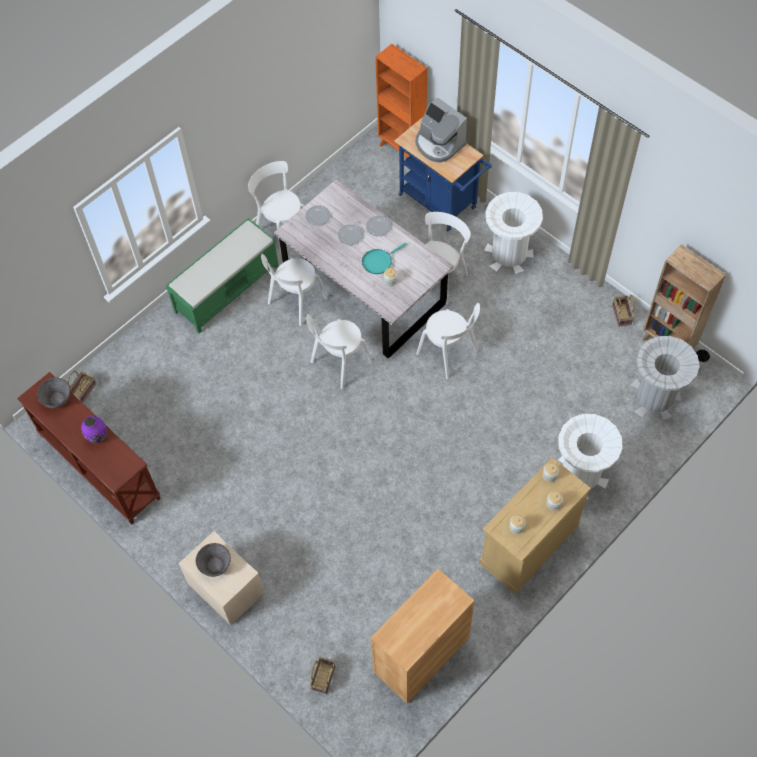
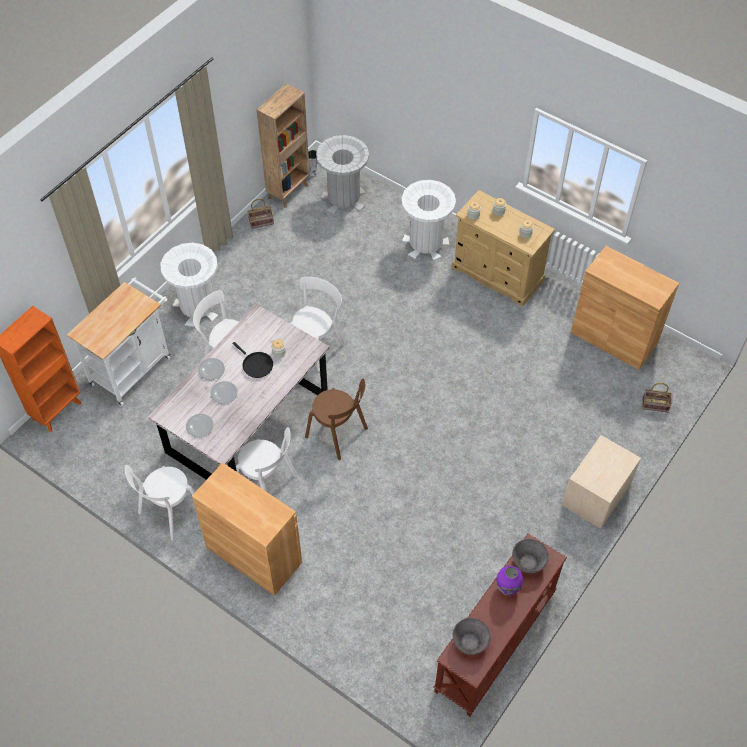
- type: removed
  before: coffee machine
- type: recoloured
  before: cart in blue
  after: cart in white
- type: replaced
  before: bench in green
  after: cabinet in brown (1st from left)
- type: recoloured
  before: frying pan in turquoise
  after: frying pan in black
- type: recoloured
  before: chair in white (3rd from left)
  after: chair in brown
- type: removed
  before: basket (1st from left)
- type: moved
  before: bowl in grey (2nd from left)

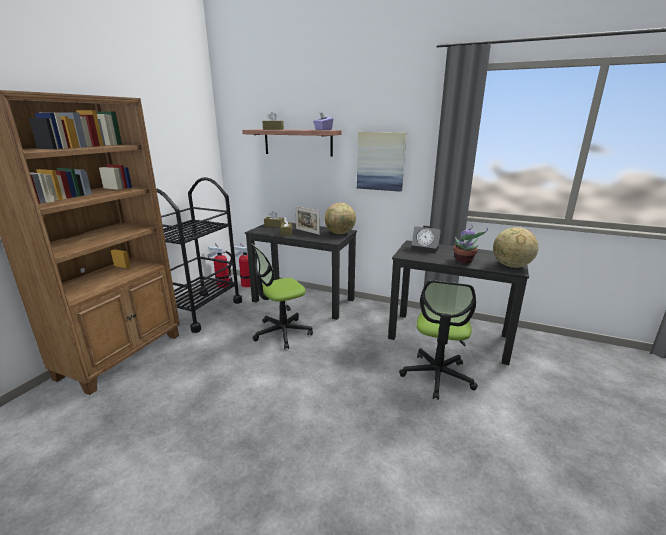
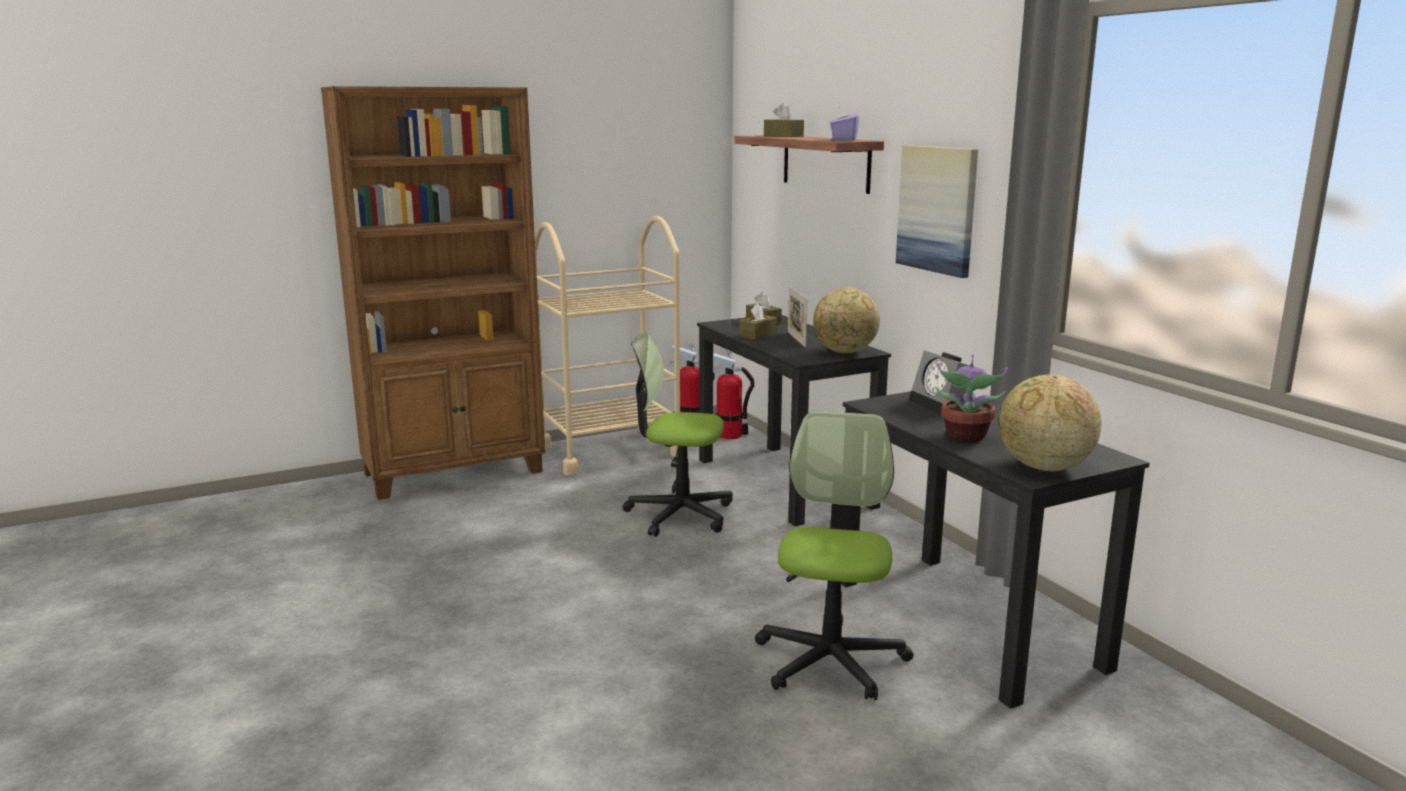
- type: recoloured
  before: cart in black
  after: cart in beige
- type: turned
  before: office chair (2nd from left)
  turn: 135

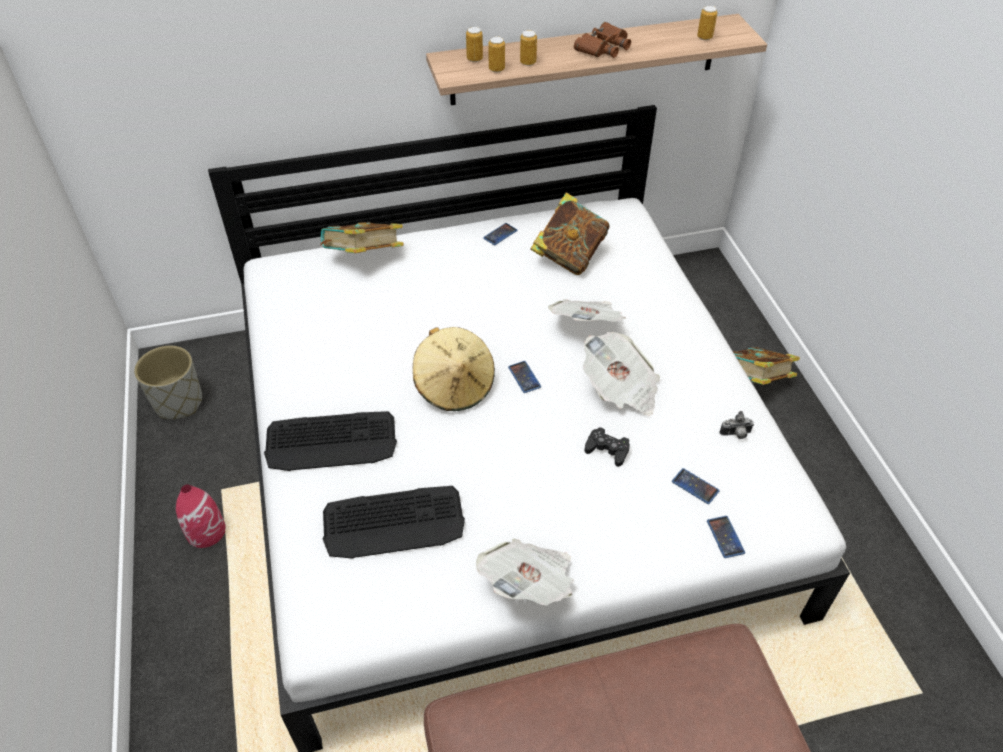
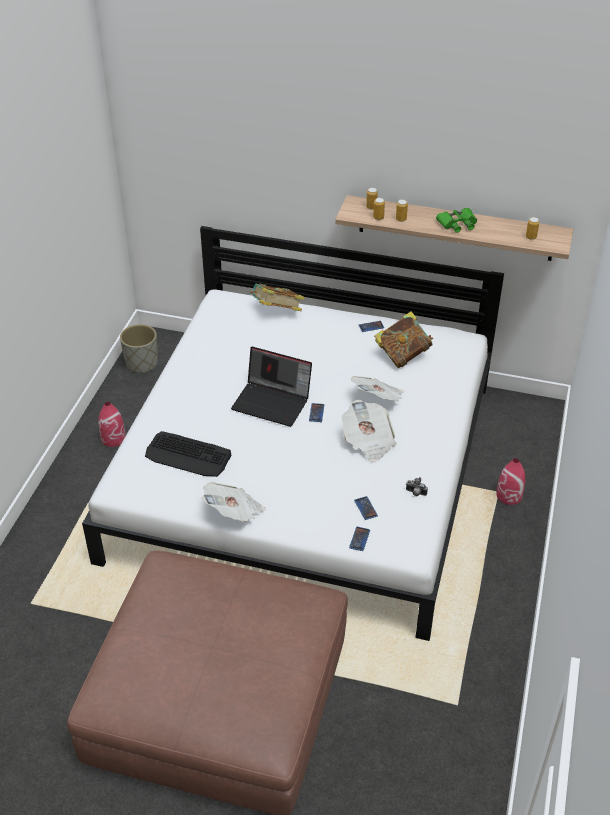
- type: recoloured
  before: binoculars in brown
  after: binoculars in green
- type: replaced
  before: hat in beige
  after: laptop
- type: replaced
  before: book (3rd from left)
  after: vase in red (2nd from left)
- type: removed
  before: keyboard (1st from left)
- type: removed
  before: game controller in black

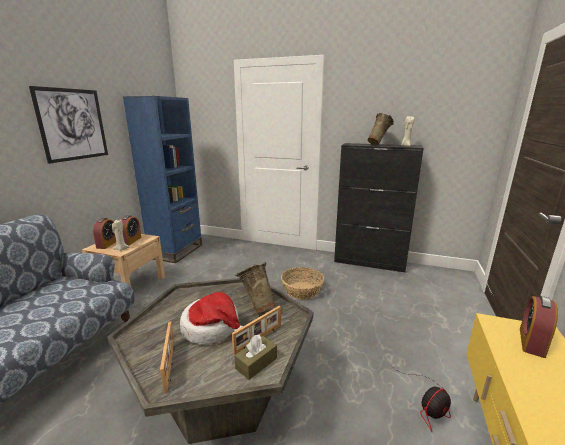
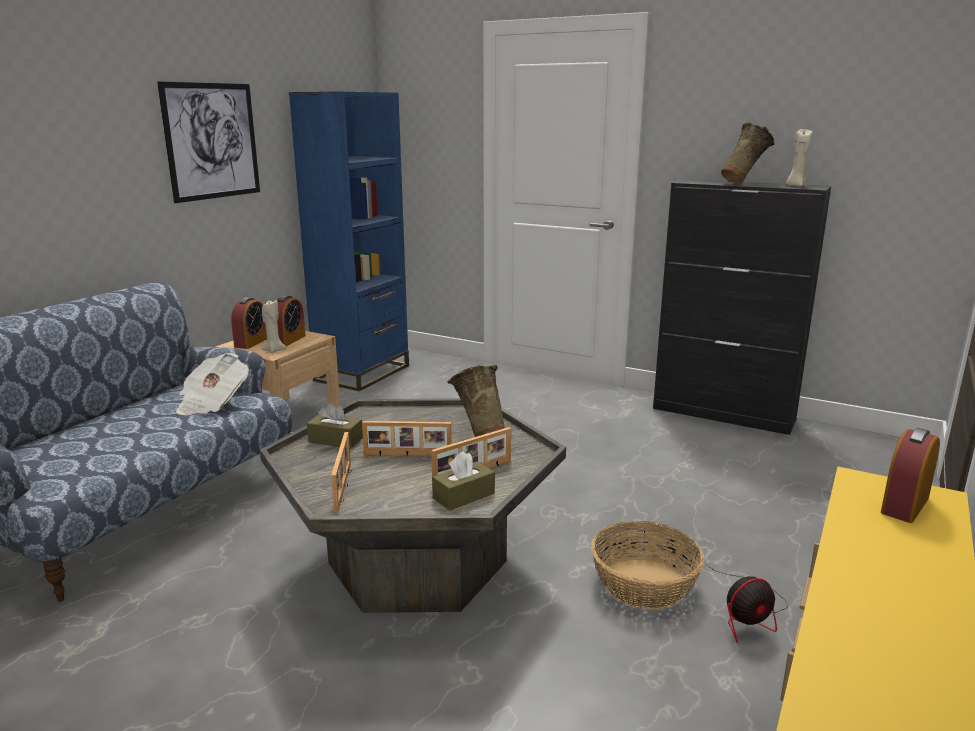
- type: moved
  before: basket
- type: replaced
  before: hat
  after: picture frame (2nd from left)
- type: added
  after: newspaper
- type: added
  after: tissue box in brown (1st from left)

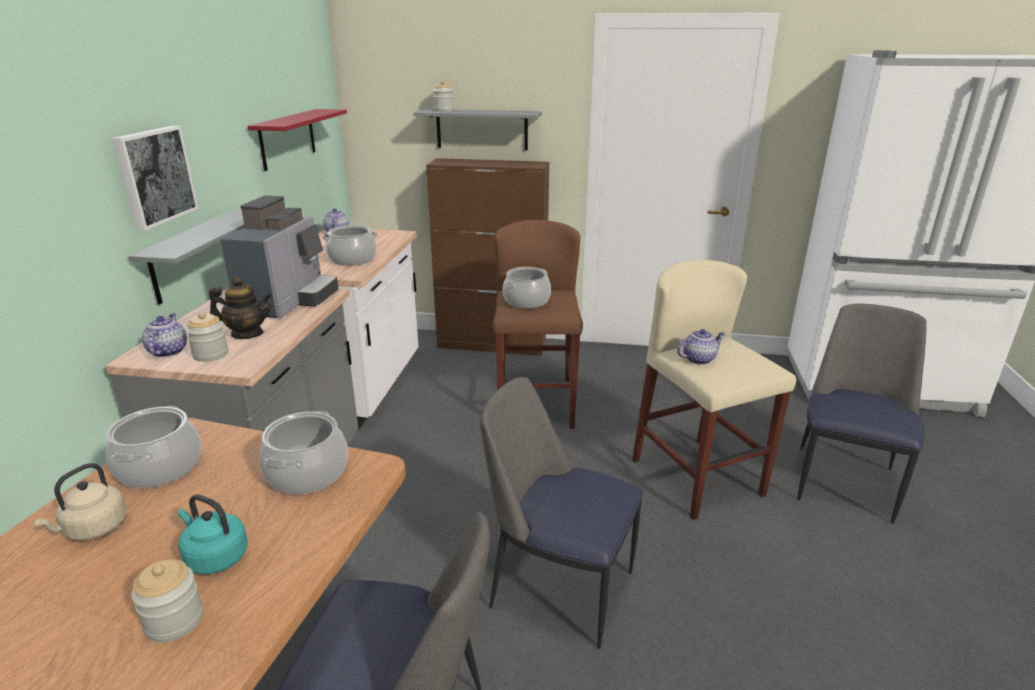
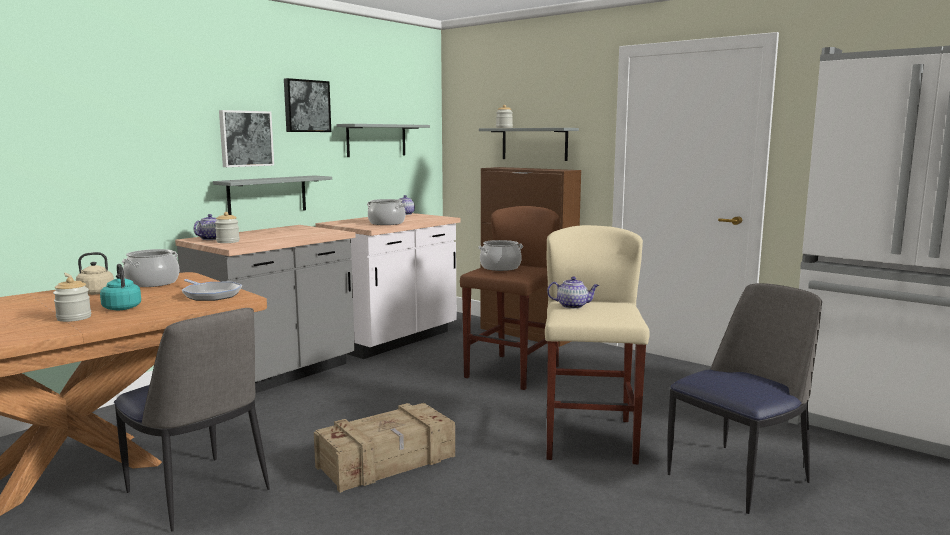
- type: recoloured
  before: shelf in red
  after: shelf in grey (2nd from left)
- type: removed
  before: coffee machine
- type: removed
  before: teapot (2nd from left)
- type: replaced
  before: chair (2nd from left)
  after: crate
- type: replaced
  before: cooking pot (2nd from left)
  after: frying pan
- type: added
  after: picture (2nd from left)

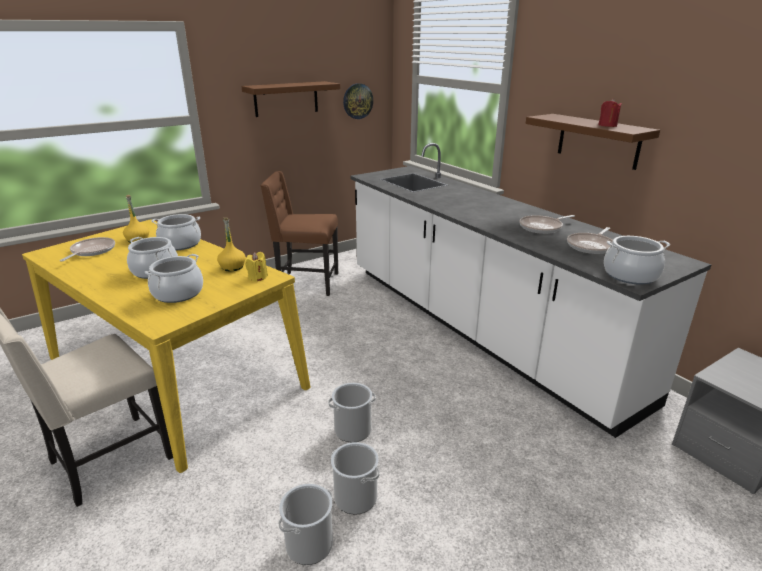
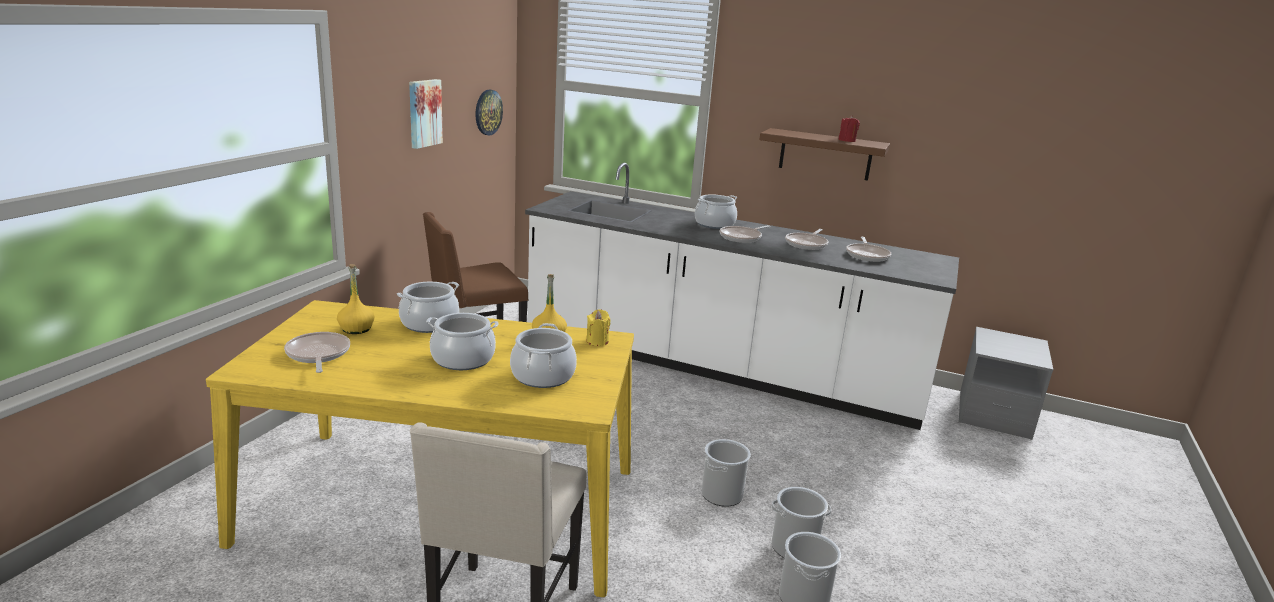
- type: replaced
  before: shelf in brown (1st from left)
  after: picture
- type: moved
  before: cooking pot (4th from left)
- type: added
  after: frying pan (2nd from left)

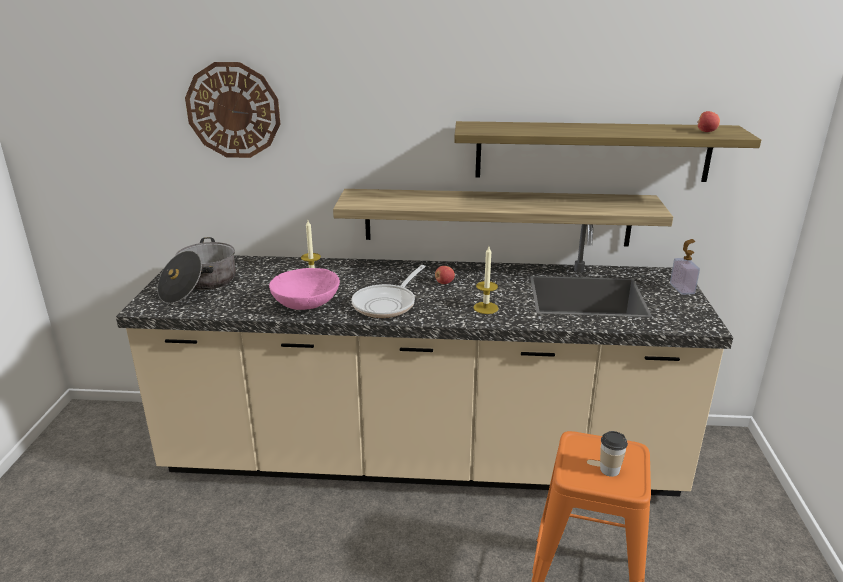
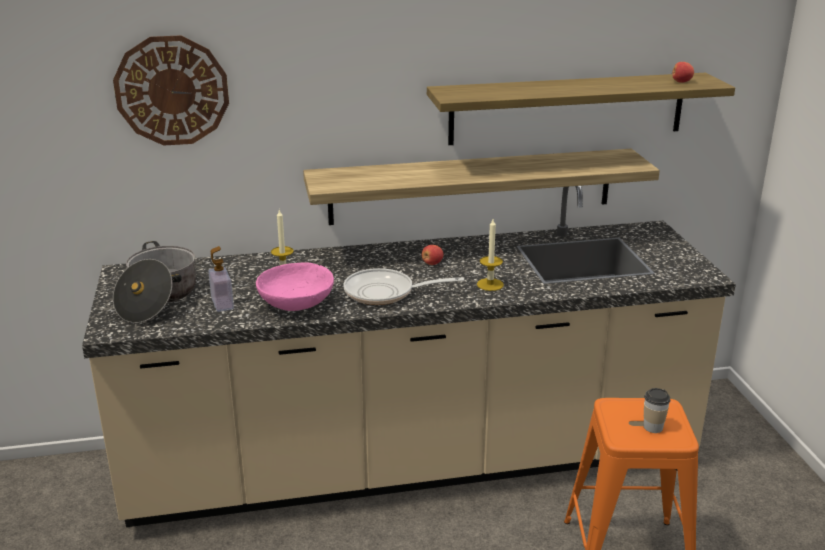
- type: moved
  before: soap dispenser
- type: turned
  before: frying pan
  turn: 75

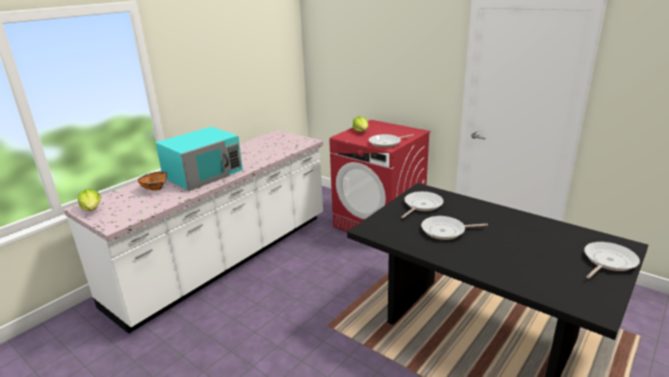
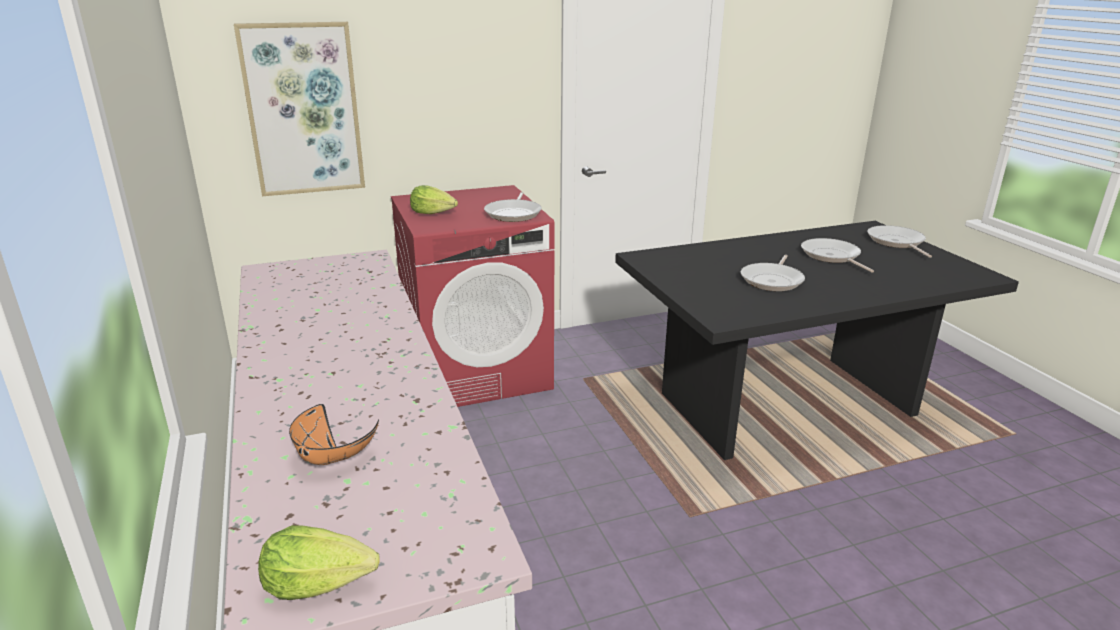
- type: removed
  before: microwave in turquoise
- type: moved
  before: frying pan (2nd from left in the first image)
  after: frying pan (3rd from left)
- type: added
  after: picture

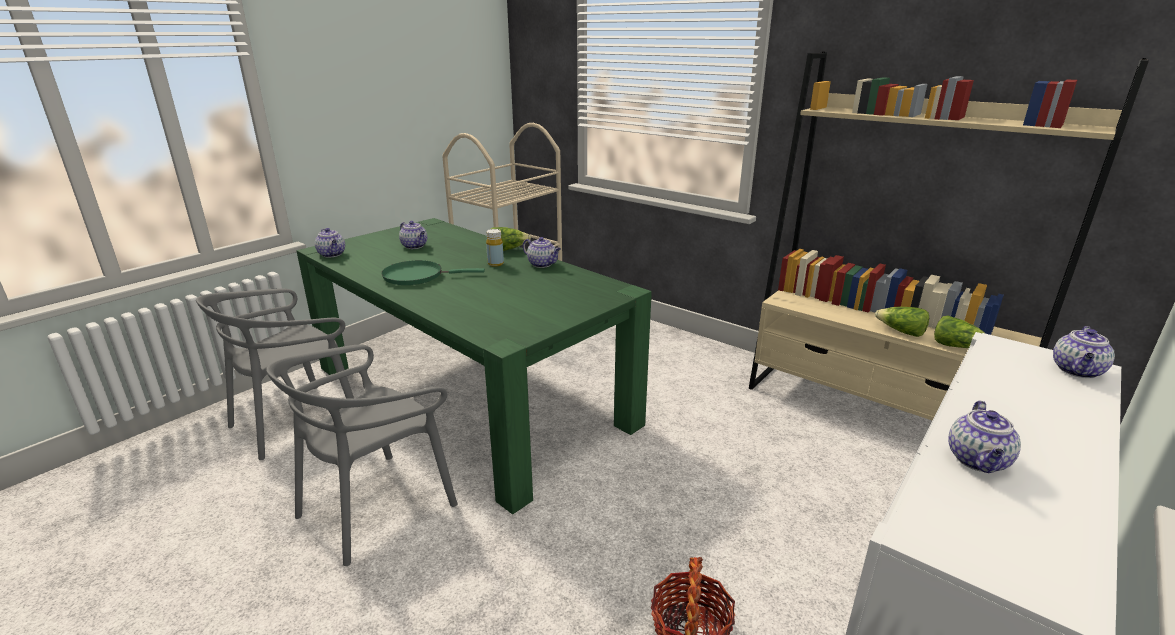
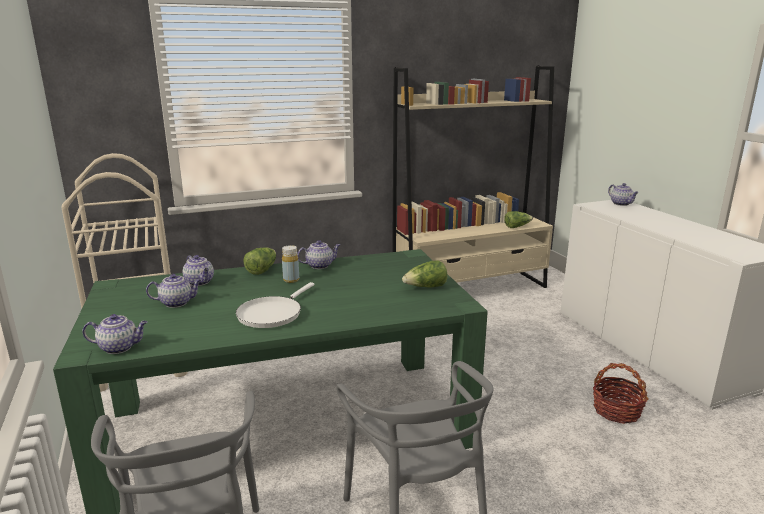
- type: recoloured
  before: frying pan in green
  after: frying pan in white
- type: moved
  before: lettuce (2nd from left)
- type: moved
  before: teapot (4th from left in the first image)
  after: teapot (3rd from left)

